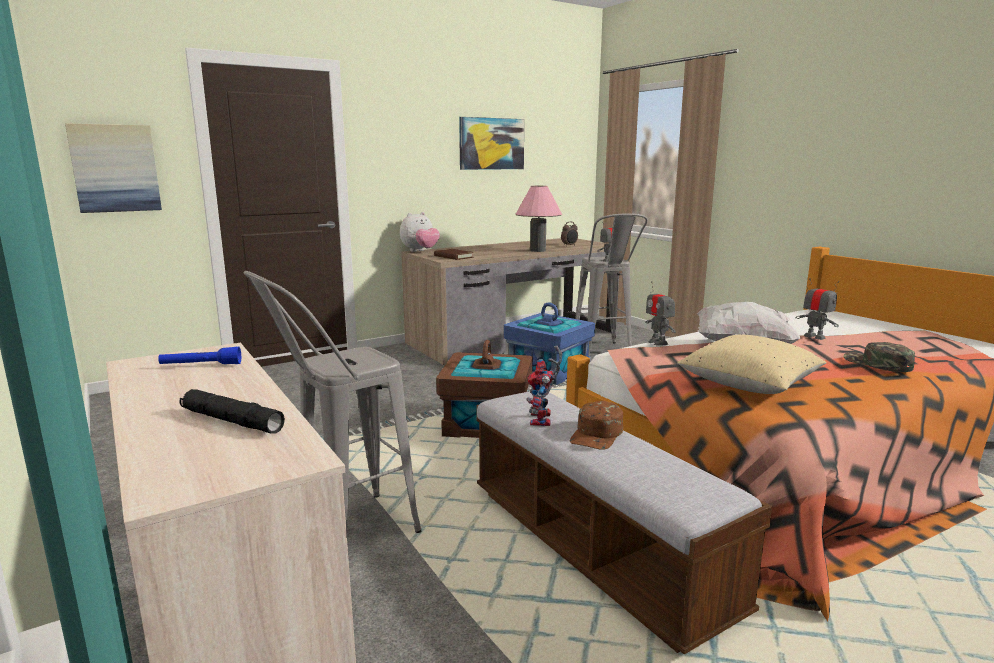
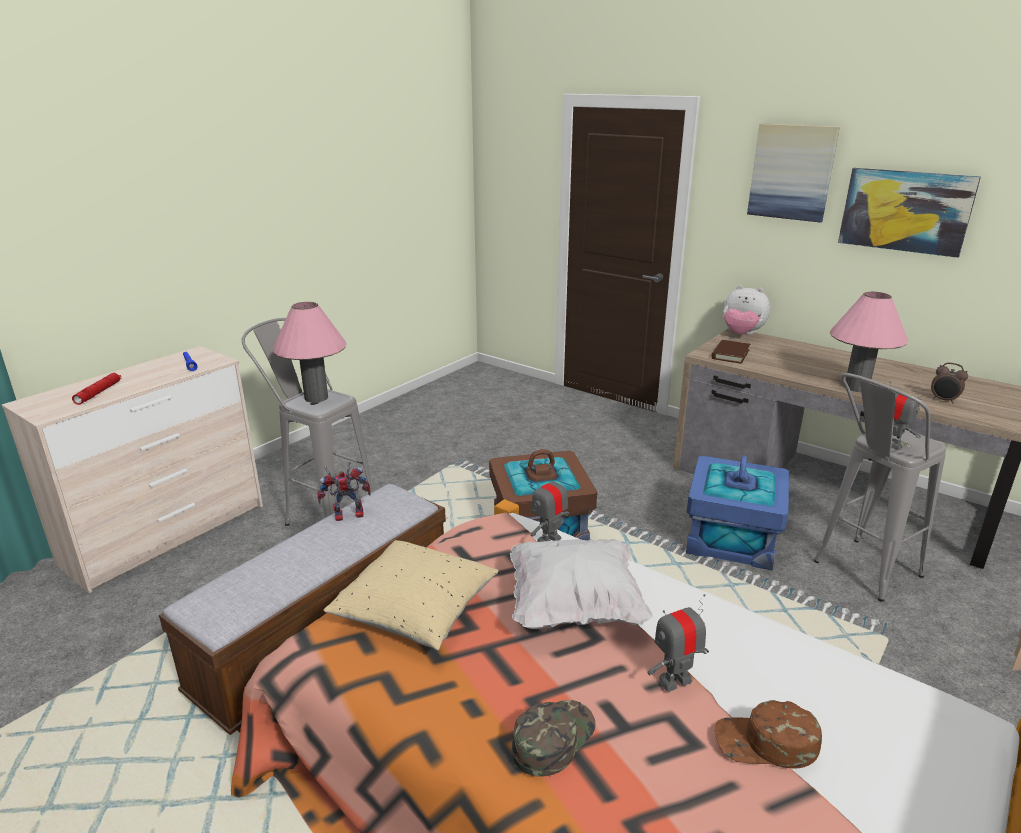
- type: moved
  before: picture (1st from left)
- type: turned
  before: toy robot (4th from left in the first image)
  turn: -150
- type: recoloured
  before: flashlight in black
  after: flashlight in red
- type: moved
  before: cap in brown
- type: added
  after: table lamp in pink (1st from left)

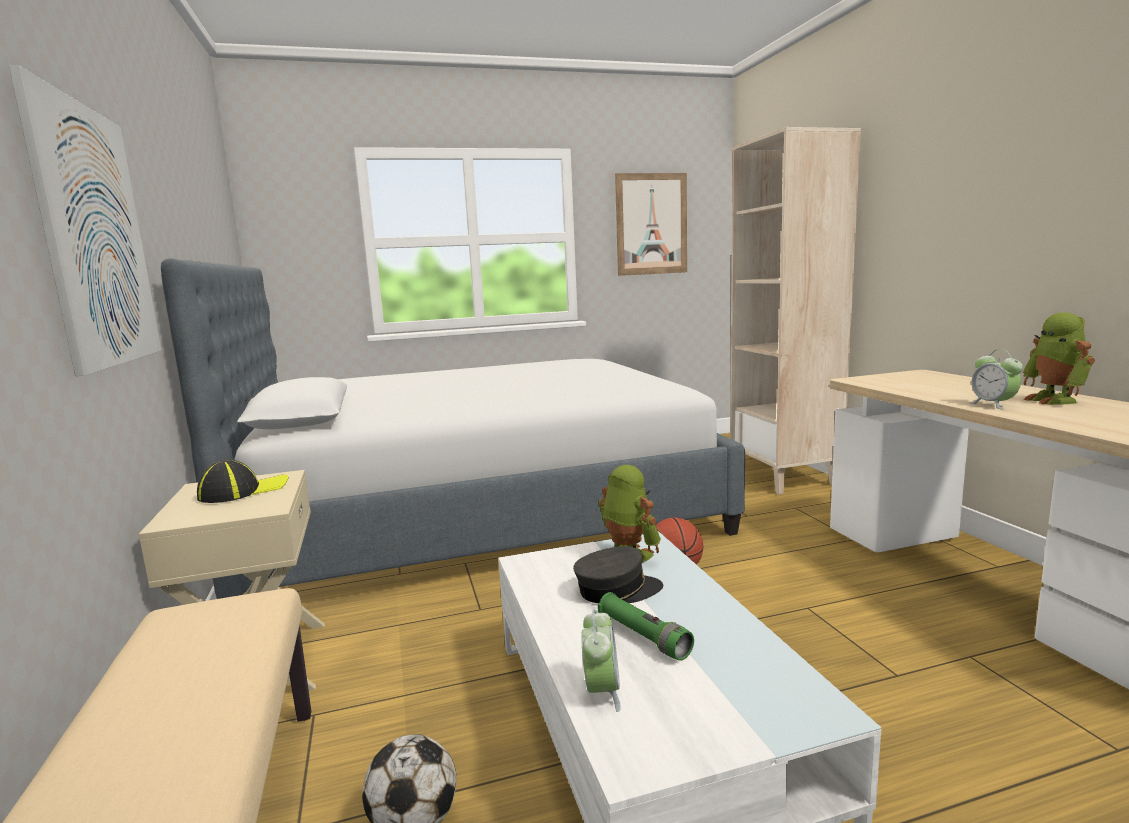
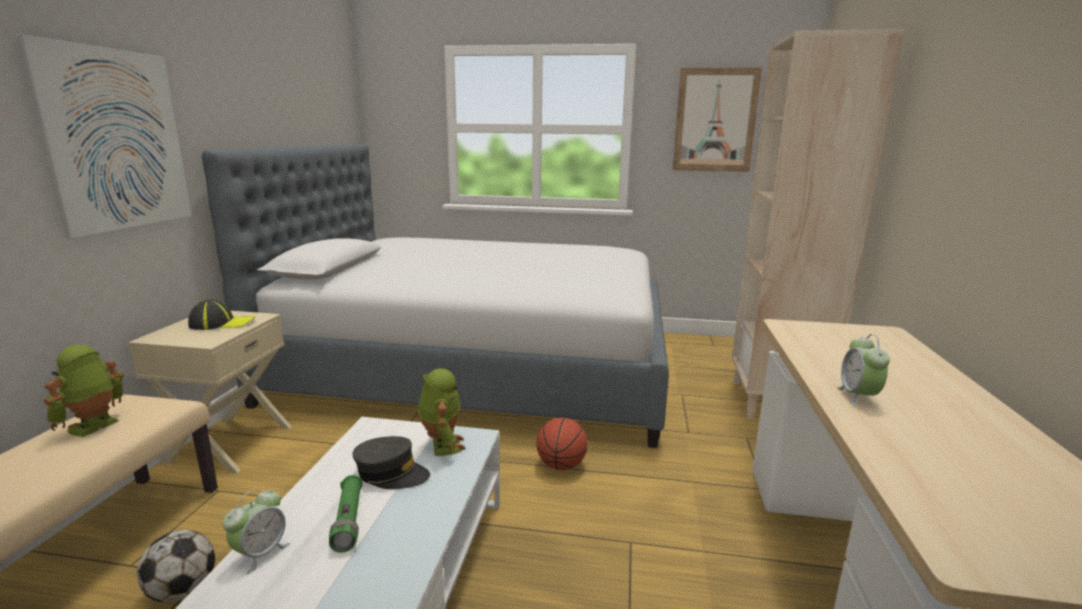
- type: moved
  before: toy robot (2nd from left in the first image)
  after: toy robot (1st from left)

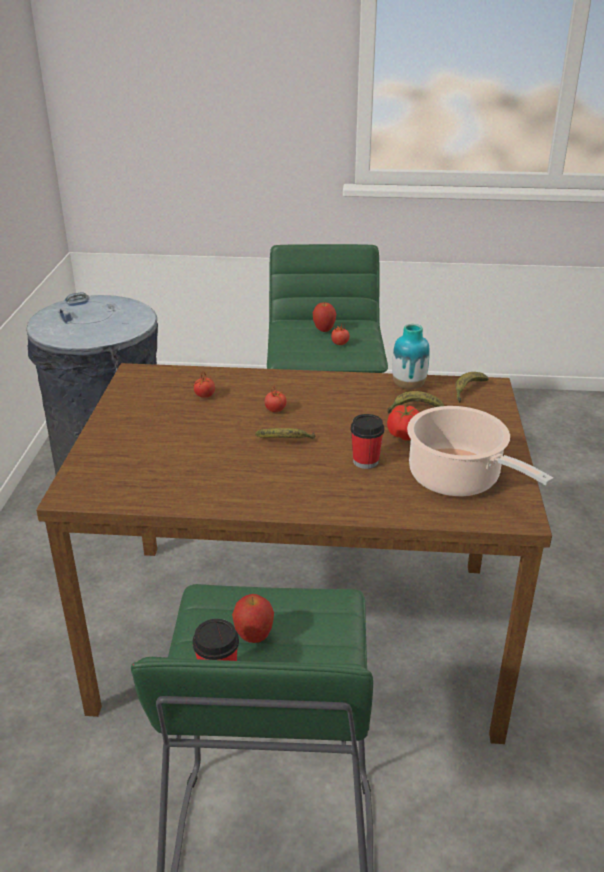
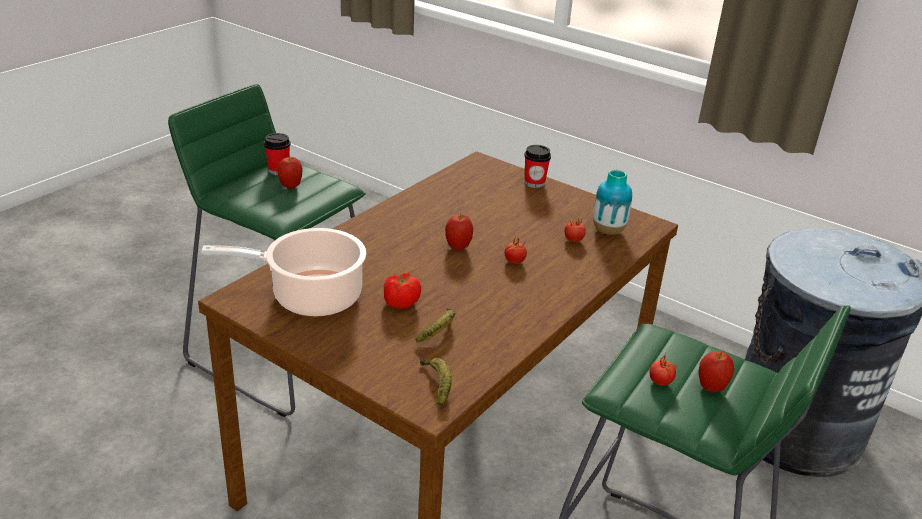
- type: moved
  before: vase
- type: moved
  before: cup (2nd from left)
- type: replaced
  before: banana (1st from left)
  after: apple (2nd from left)

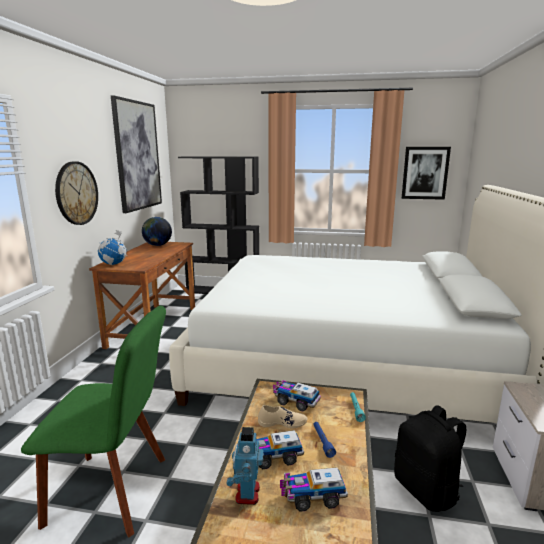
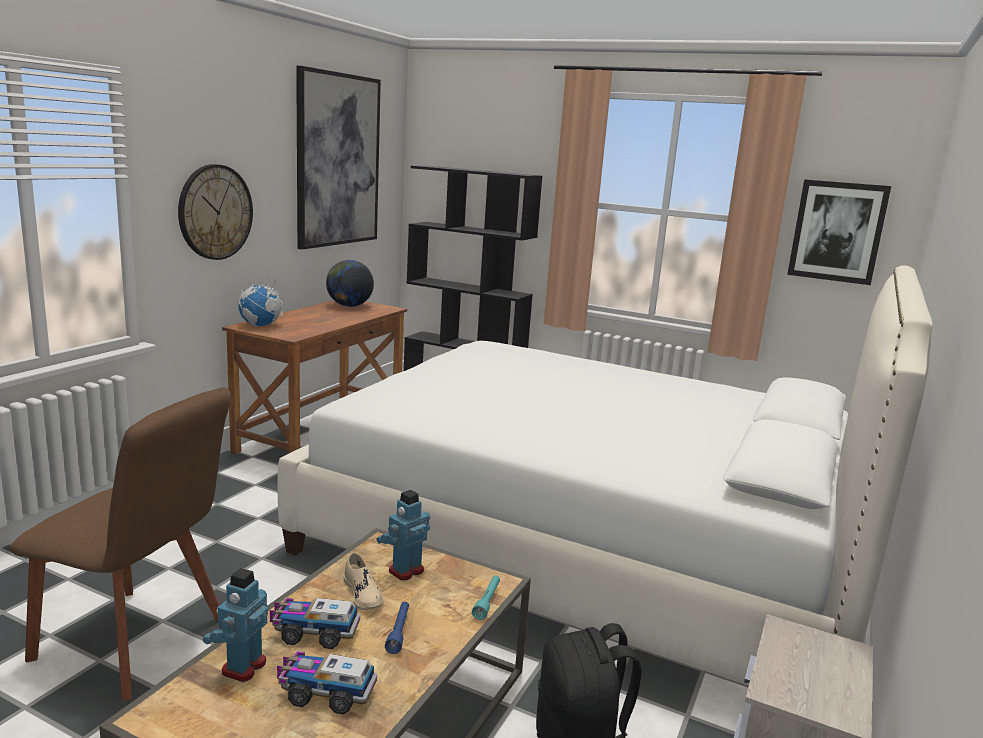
- type: recoloured
  before: chair in green
  after: chair in brown
- type: replaced
  before: toy truck (2nd from left)
  after: toy robot (2nd from left)
- type: turned
  before: shoe in beige
  turn: 45

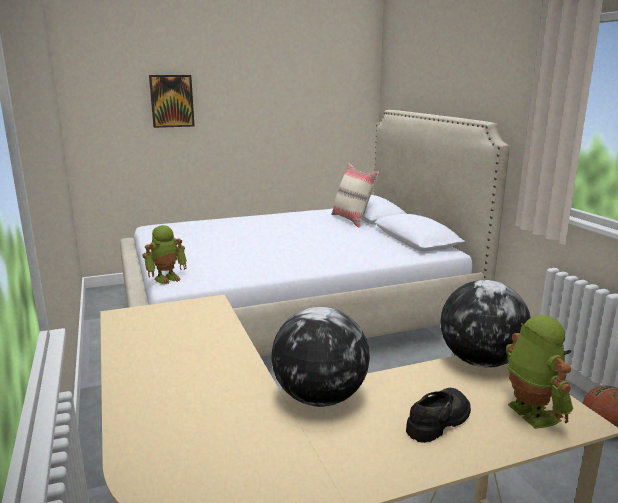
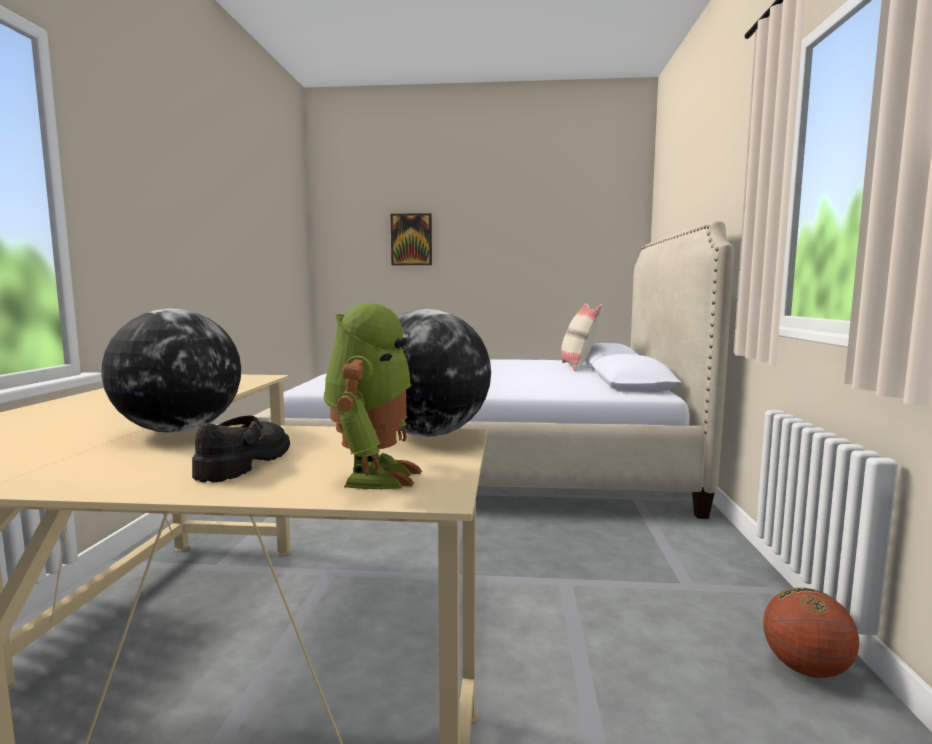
- type: removed
  before: toy robot (1st from left)
- type: turned
  before: shoe in black
  turn: -60

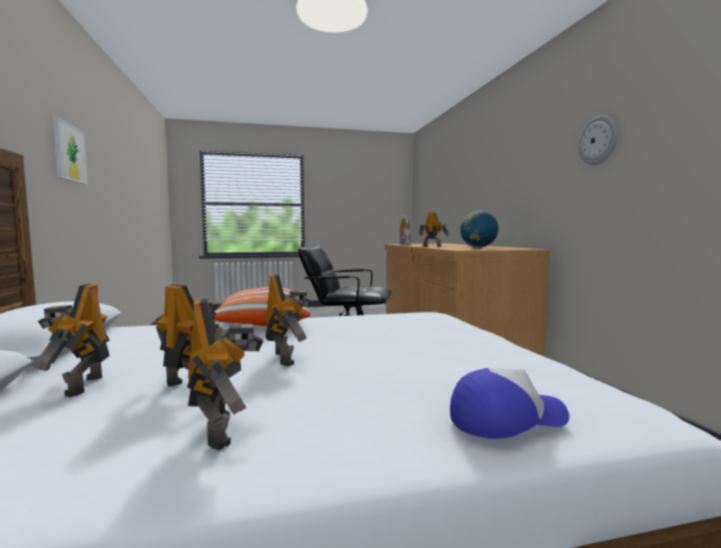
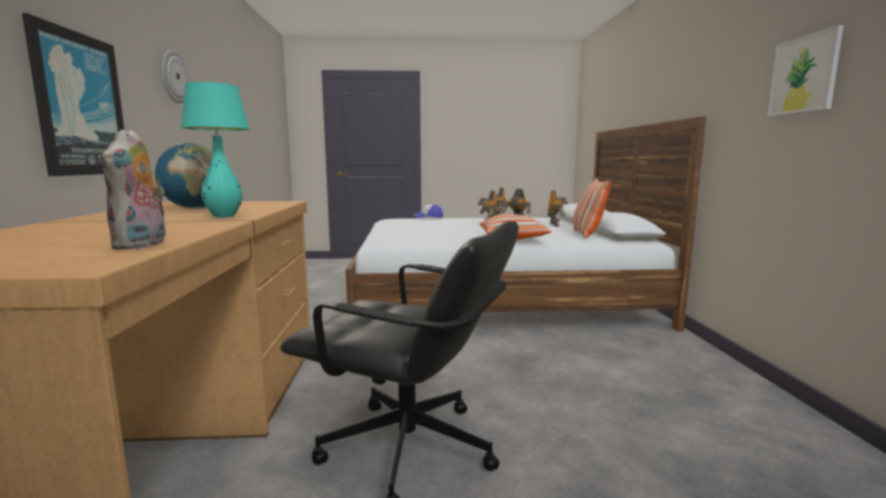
- type: replaced
  before: toy robot (5th from left)
  after: table lamp in turquoise
- type: added
  after: picture (1st from left)
- type: added
  after: pillow (2nd from left)

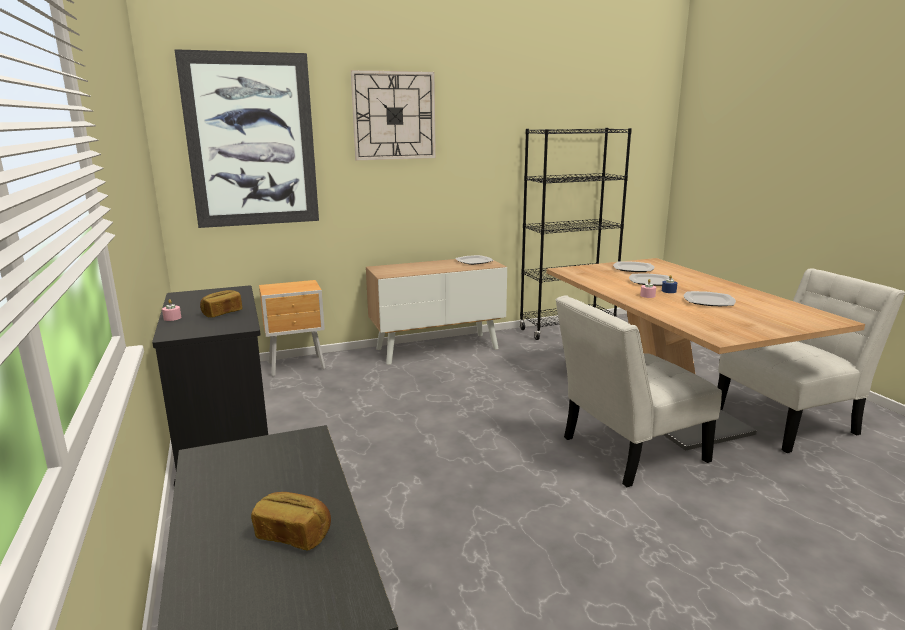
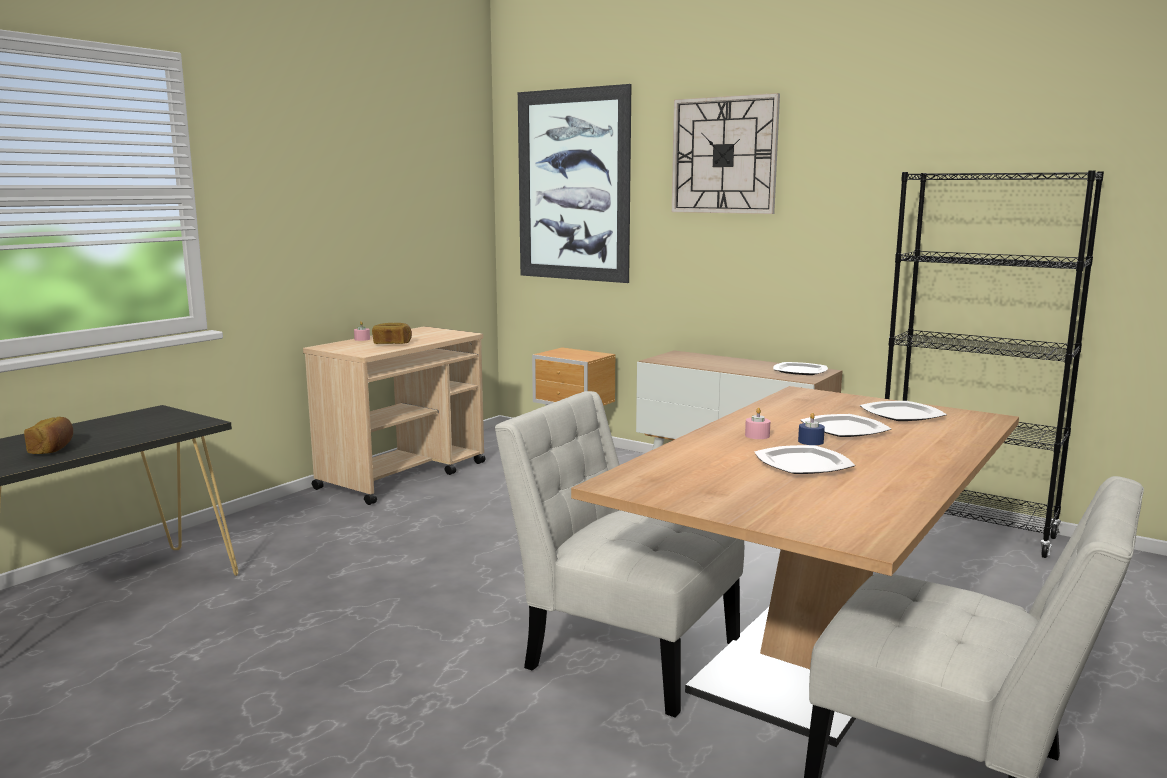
- type: recoloured
  before: cart in black
  after: cart in beige

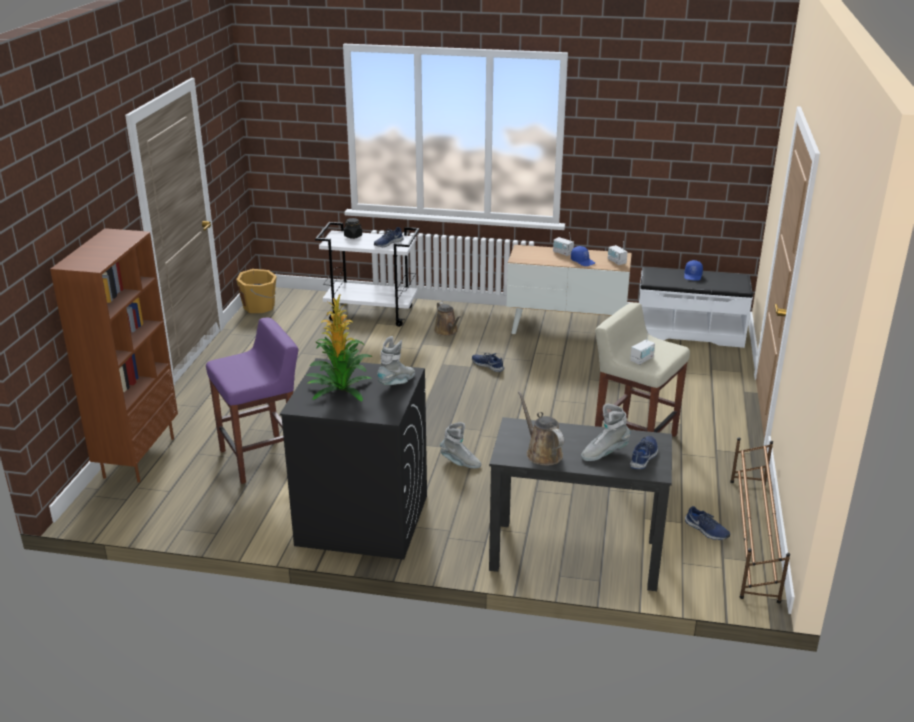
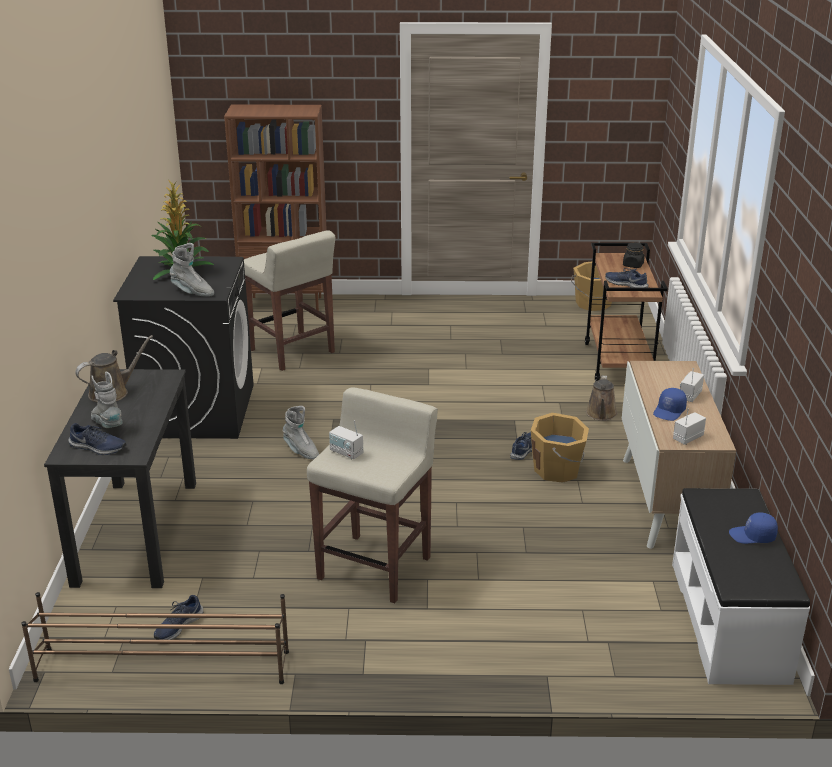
- type: recoloured
  before: cart in white
  after: cart in brown
- type: turned
  before: watering can in brown (1st from left in the first image)
  turn: -45
- type: recoloured
  before: stool in purple
  after: stool in beige (1st from left)
- type: turned
  before: boot in grey (2nd from left in the first image)
  turn: -60
- type: added
  after: bucket in orange (1st from left)

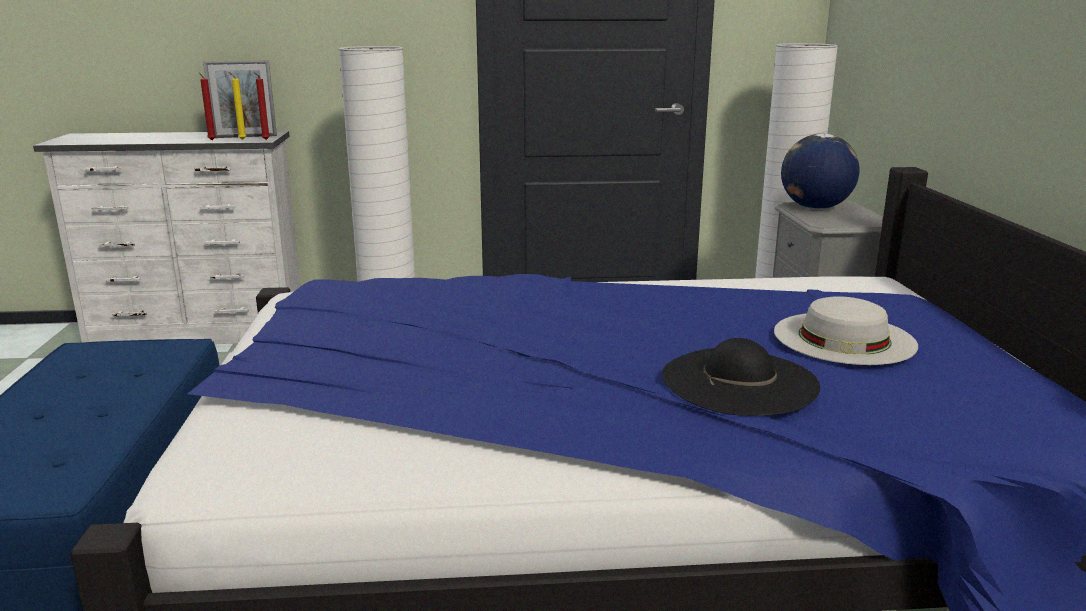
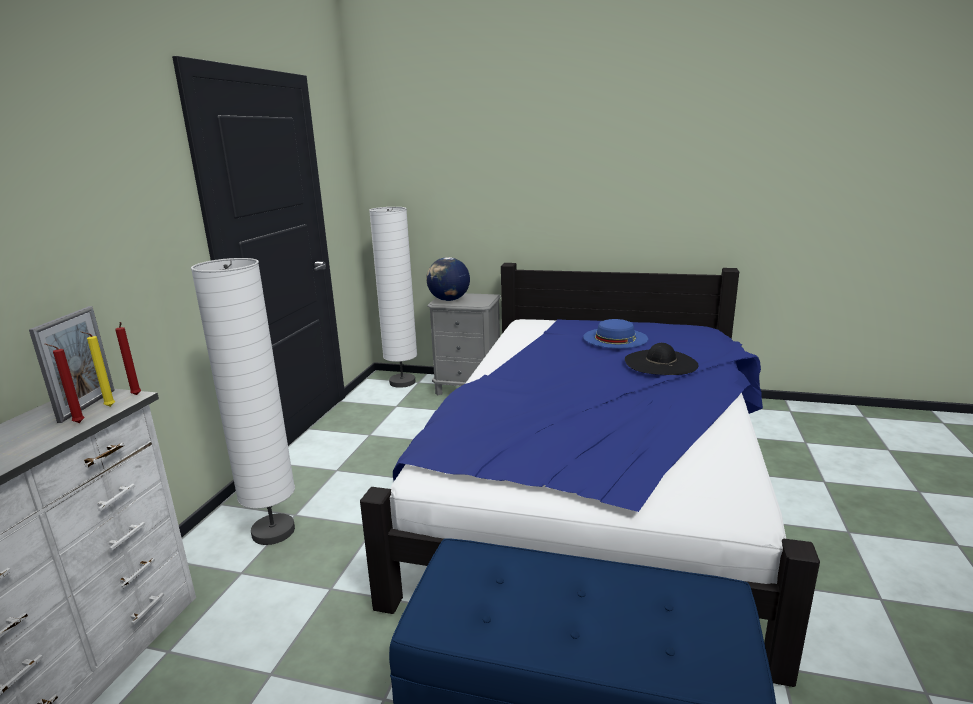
- type: recoloured
  before: hat in white
  after: hat in blue

